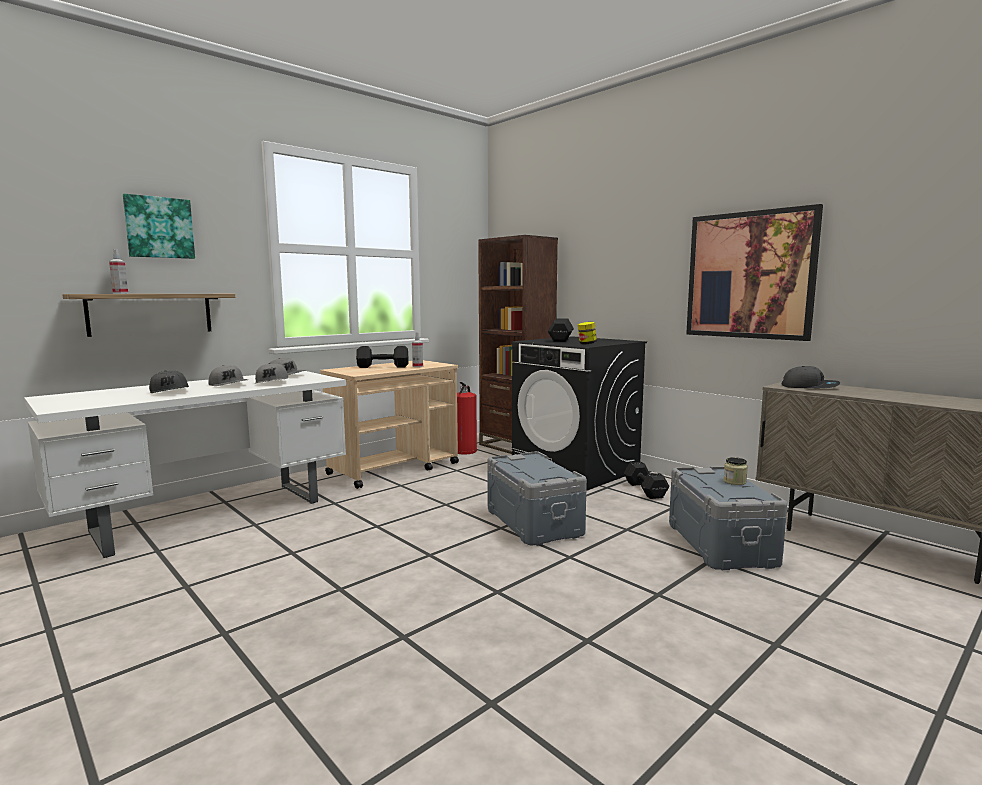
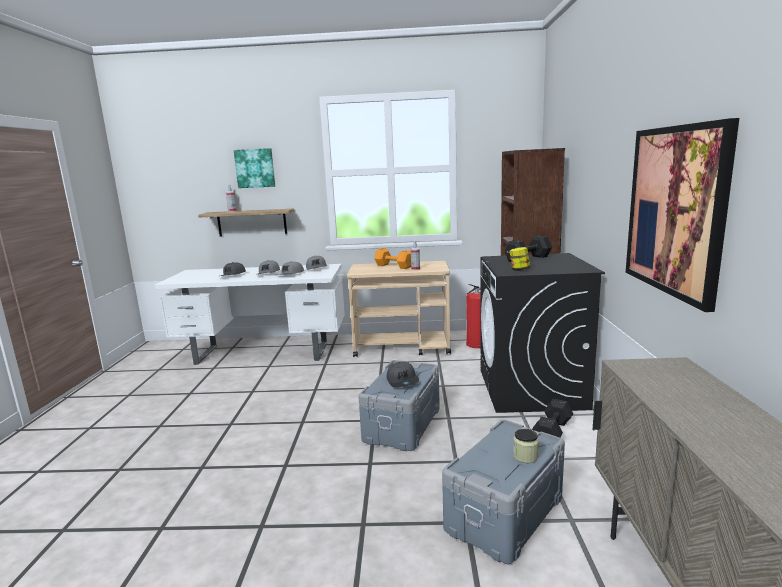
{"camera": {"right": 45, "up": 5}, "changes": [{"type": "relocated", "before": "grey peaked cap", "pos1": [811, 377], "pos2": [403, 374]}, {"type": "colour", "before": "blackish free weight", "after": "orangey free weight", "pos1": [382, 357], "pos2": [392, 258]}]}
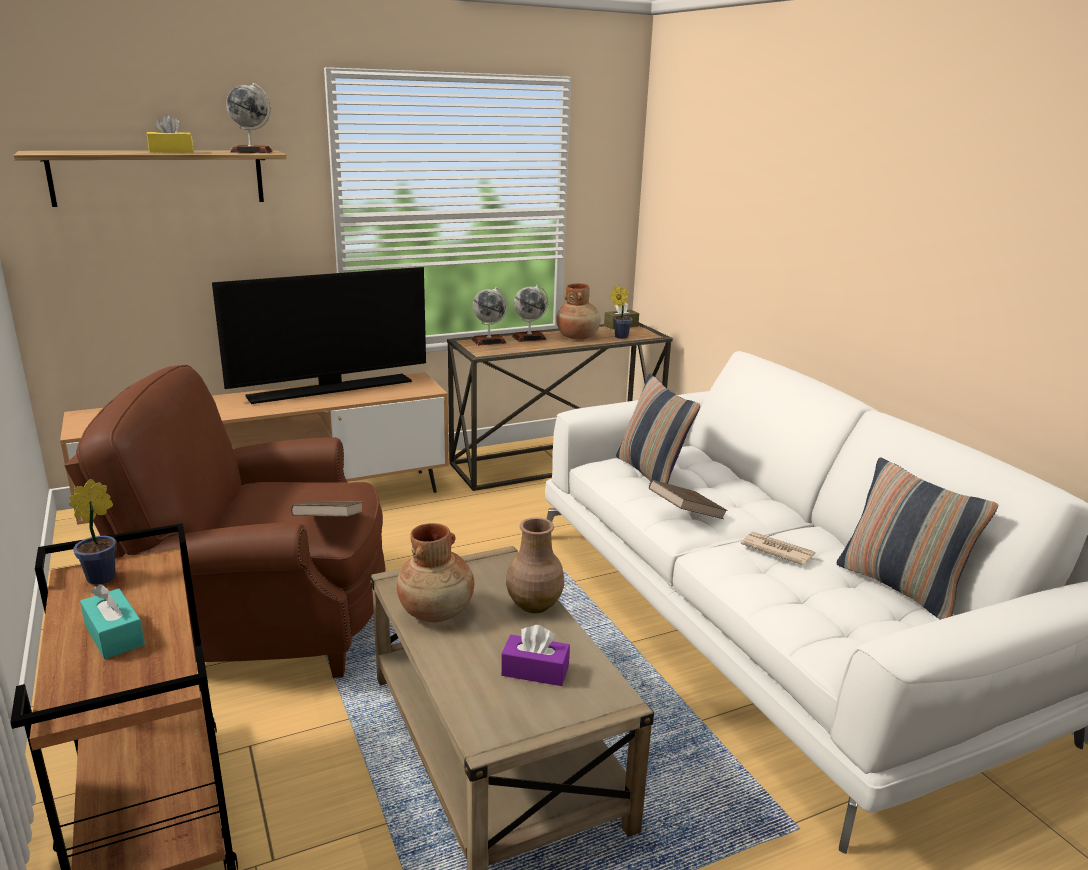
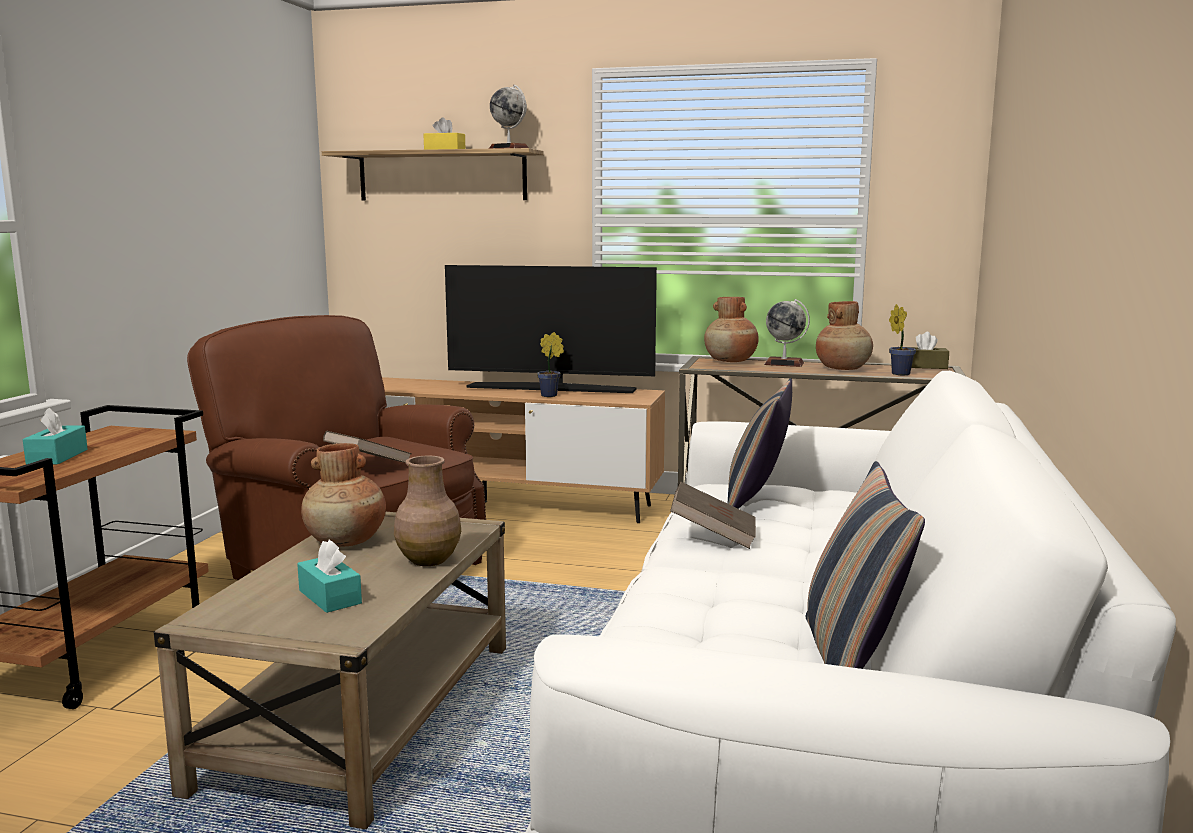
{"camera": {"right": 40, "up": -10}, "changes": [{"type": "missing", "before": "newspaper", "pos1": [778, 548]}, {"type": "relocated", "before": "potted plant", "pos1": [93, 532], "pos2": [550, 364]}, {"type": "exchanged", "before": "world globe", "after": "brown flower vase", "pos1": [490, 316], "pos2": [731, 329]}, {"type": "colour", "before": "purple-coloured box of tissues", "after": "turquoise-coloured box of tissues", "pos1": [535, 655], "pos2": [329, 576]}]}
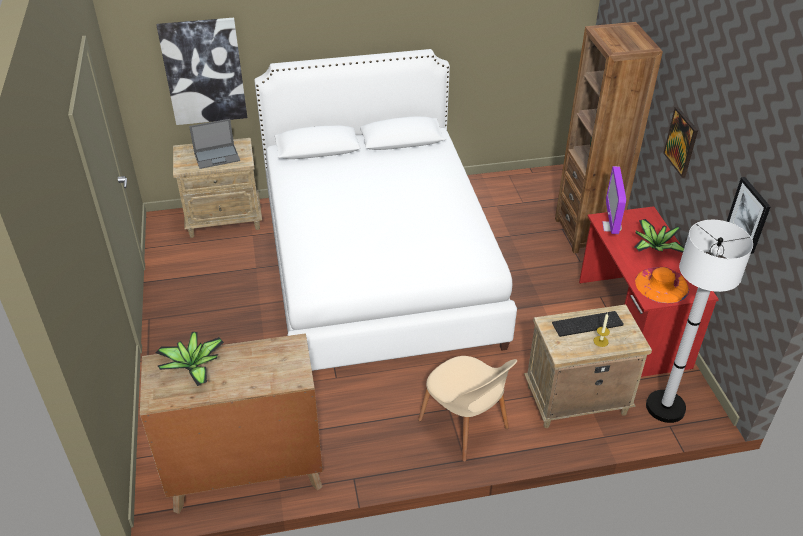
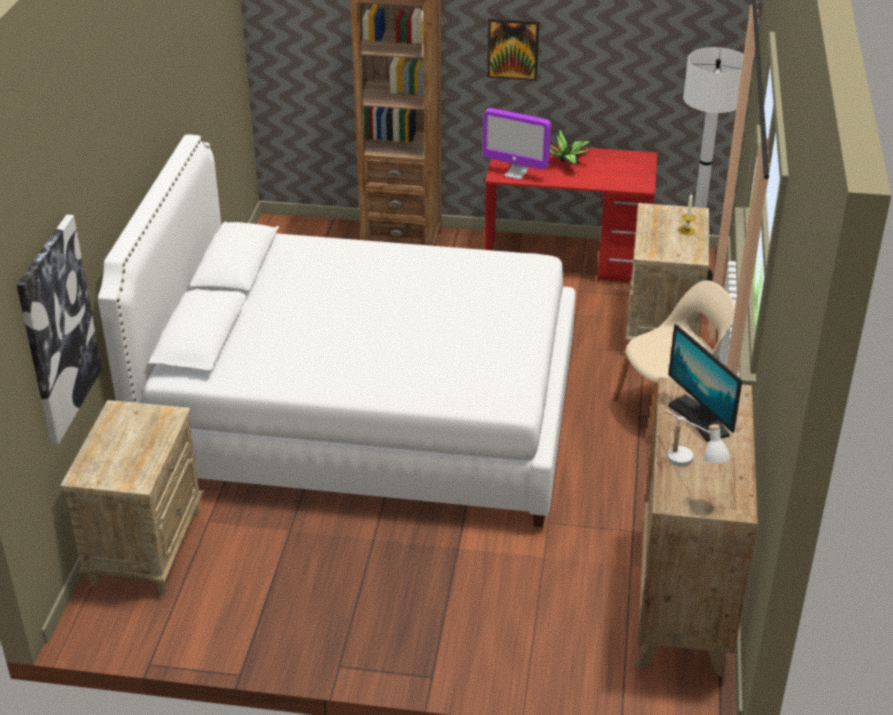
{"camera": {"right": -70, "up": -5}, "changes": [{"type": "missing", "before": "portable computer", "pos1": [214, 144]}, {"type": "missing", "before": "PC keyboard", "pos1": [588, 324]}, {"type": "missing", "before": "orangey wearable hat", "pos1": [662, 285]}, {"type": "missing", "before": "wall picture", "pos1": [749, 215]}, {"type": "appeared", "after": "computer screen", "pos2": [705, 383]}, {"type": "exchanged", "before": "potted plant", "after": "white-coloured lamp for a table", "pos1": [189, 359], "pos2": [697, 438]}]}
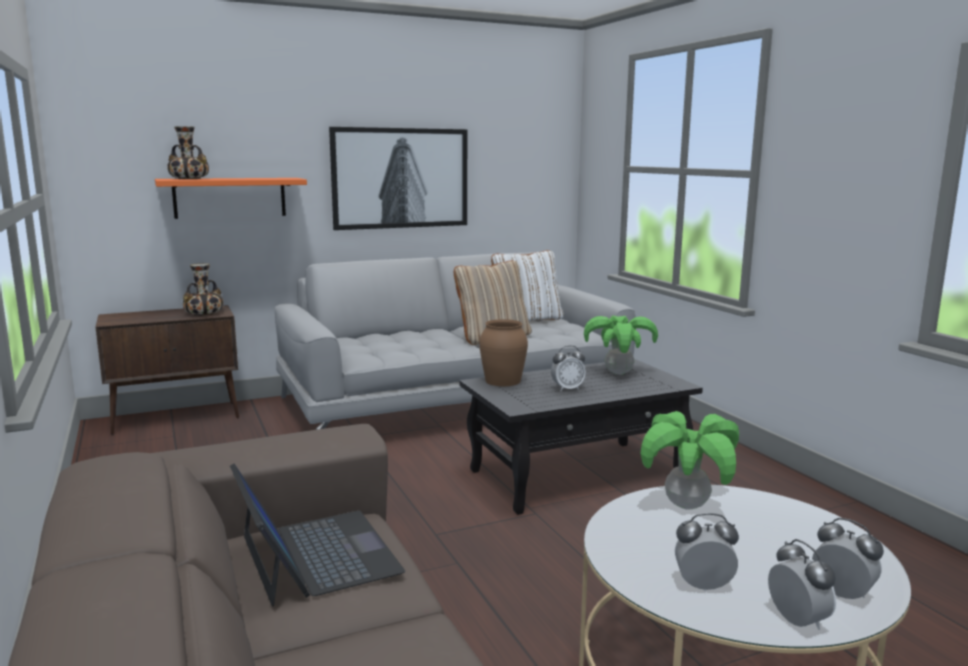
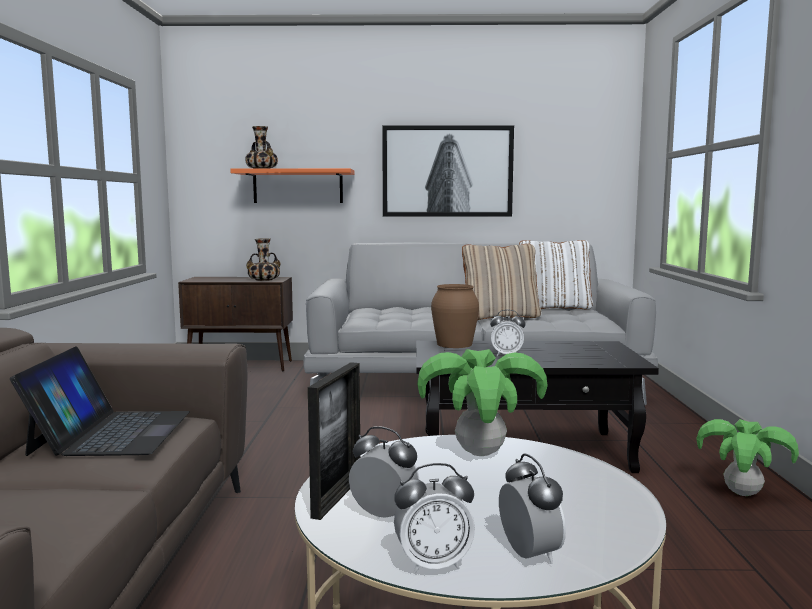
{"camera": {"right": 25, "up": -5}, "changes": [{"type": "appeared", "after": "standing frame", "pos2": [334, 441]}, {"type": "relocated", "before": "potted plant", "pos1": [621, 345], "pos2": [748, 457]}, {"type": "spun", "before": "alarm clock", "pos1": [802, 584], "pos2": [434, 518], "turn": 75}]}
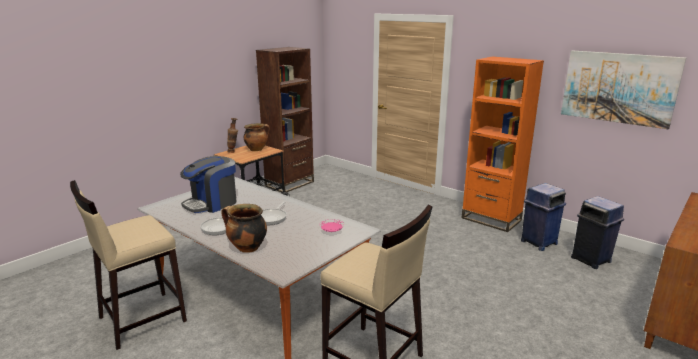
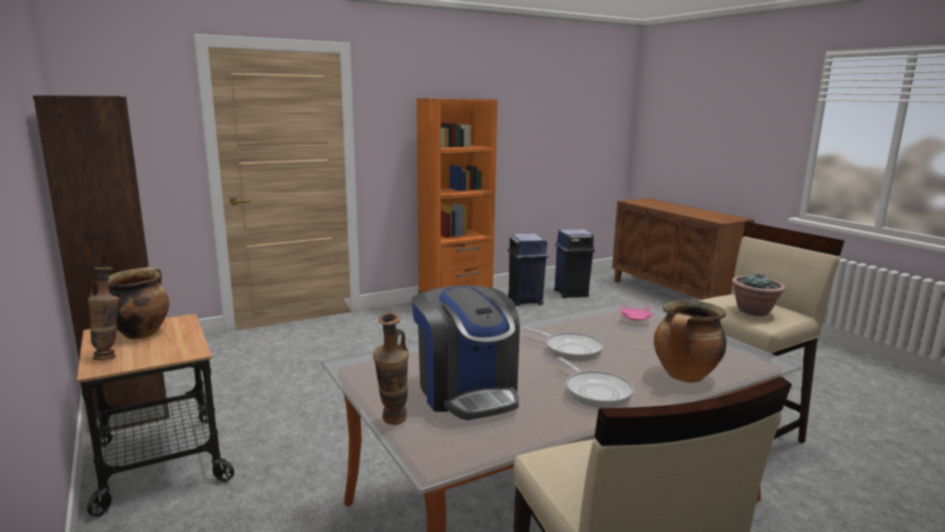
{"camera": {"right": -70, "up": -5}, "changes": [{"type": "missing", "before": "wall picture", "pos1": [623, 89]}, {"type": "appeared", "after": "flower vase", "pos2": [391, 369]}, {"type": "appeared", "after": "potted plant", "pos2": [758, 294]}]}
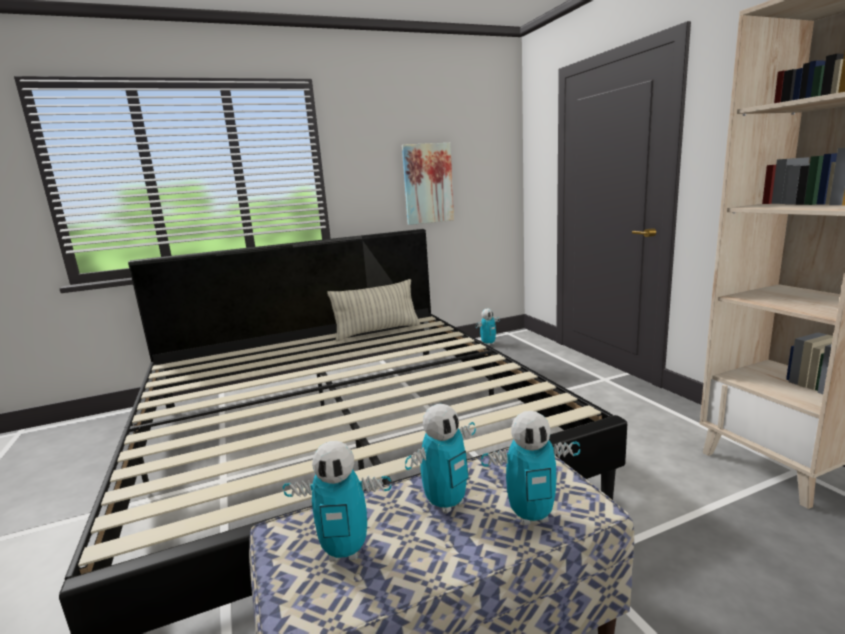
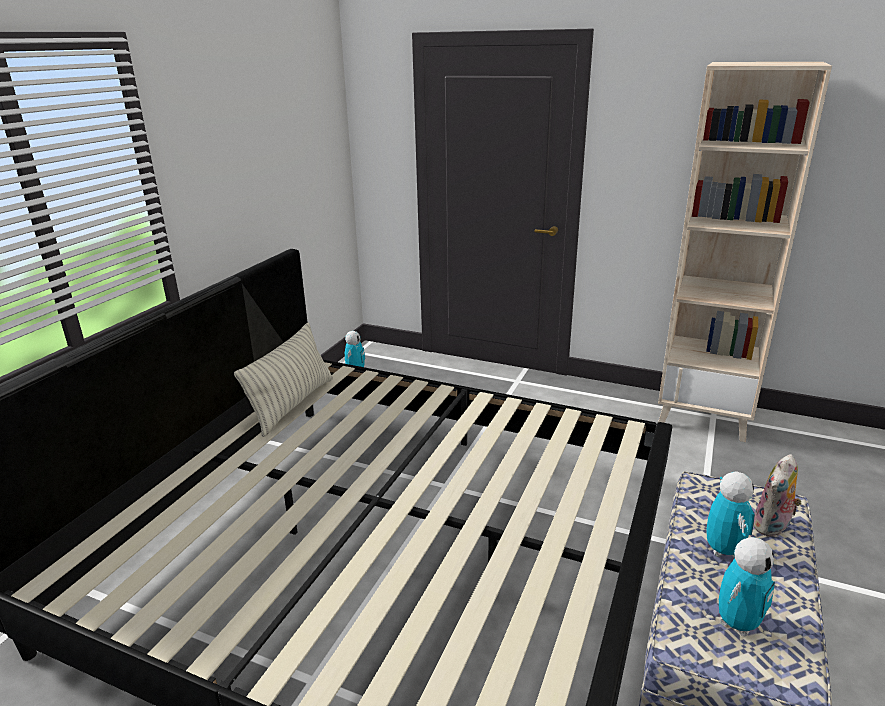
{"camera": {"right": -45, "up": 10}, "changes": [{"type": "missing", "before": "wall picture", "pos1": [428, 184]}, {"type": "exchanged", "before": "model robot", "after": "plush toy", "pos1": [530, 468], "pos2": [777, 495]}]}
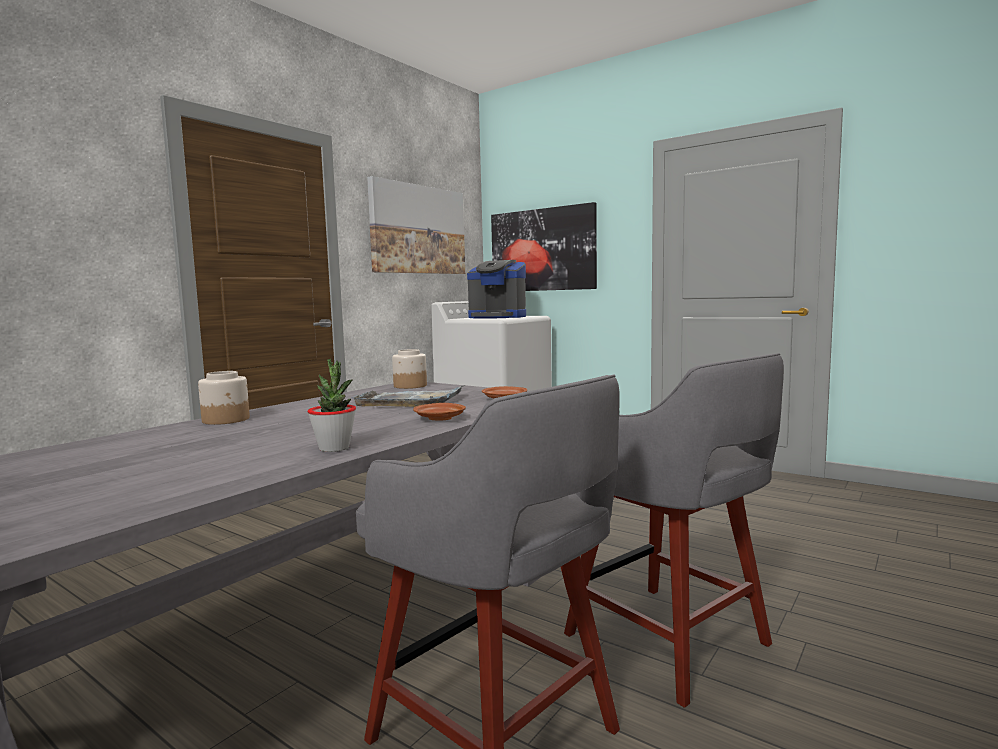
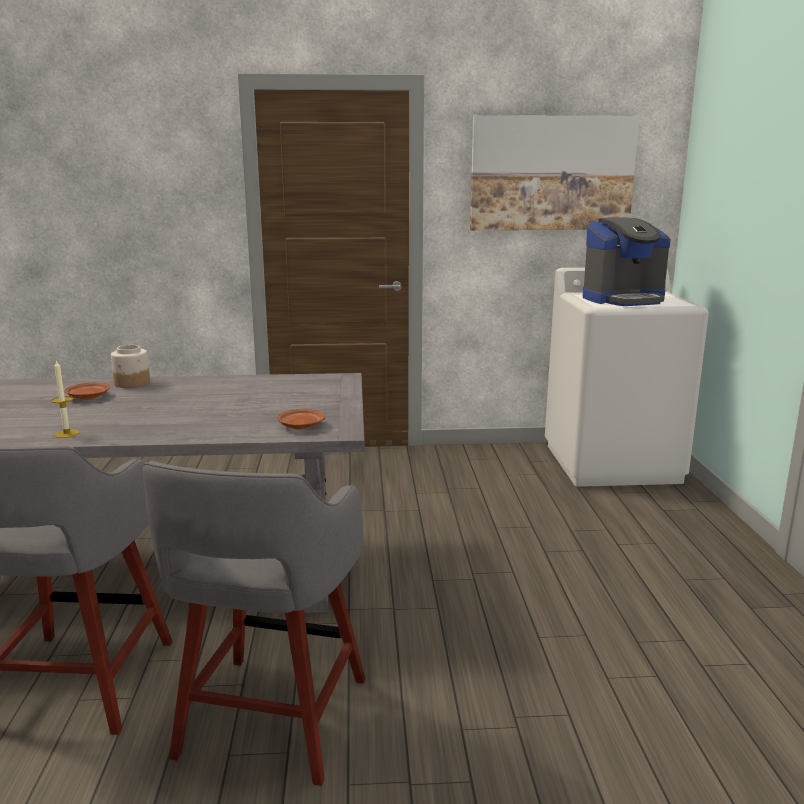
{"camera": {"right": 50, "up": 10}, "changes": [{"type": "missing", "before": "grey serving tray", "pos1": [408, 396]}, {"type": "missing", "before": "storage jar", "pos1": [409, 369]}, {"type": "missing", "before": "wall picture", "pos1": [544, 246]}, {"type": "relocated", "before": "brown dinner plate", "pos1": [439, 412], "pos2": [87, 391]}, {"type": "exchanged", "before": "potted plant", "after": "wax candle", "pos1": [332, 405], "pos2": [65, 399]}, {"type": "spun", "before": "coffee brewer", "pos1": [496, 289], "pos2": [627, 261], "turn": -90}]}
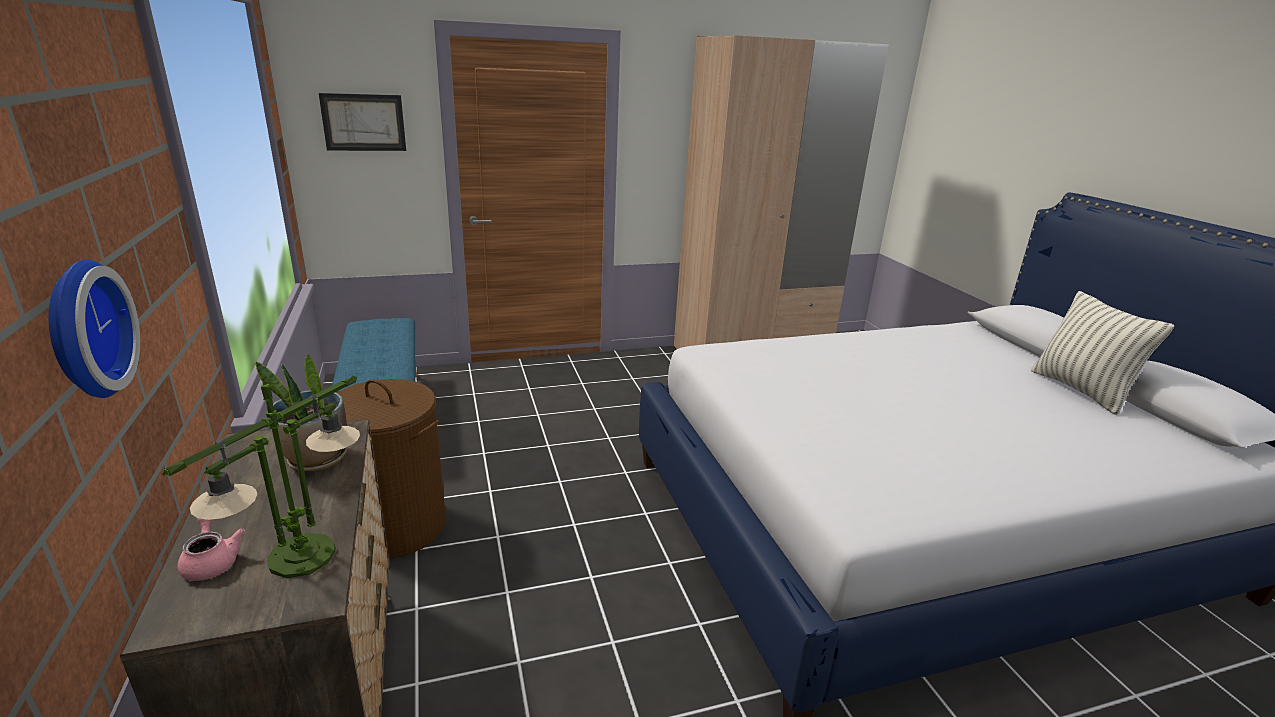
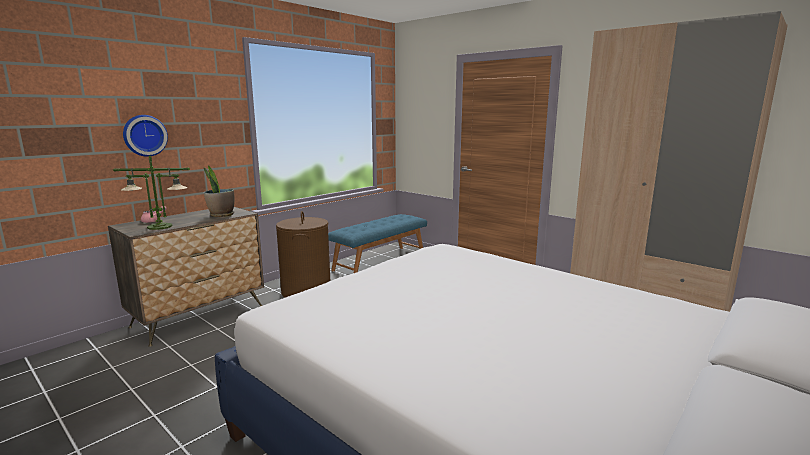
{"camera": {"right": 60, "up": -10}, "changes": [{"type": "missing", "before": "wall picture", "pos1": [362, 122]}, {"type": "missing", "before": "pillow", "pos1": [1102, 353]}]}
